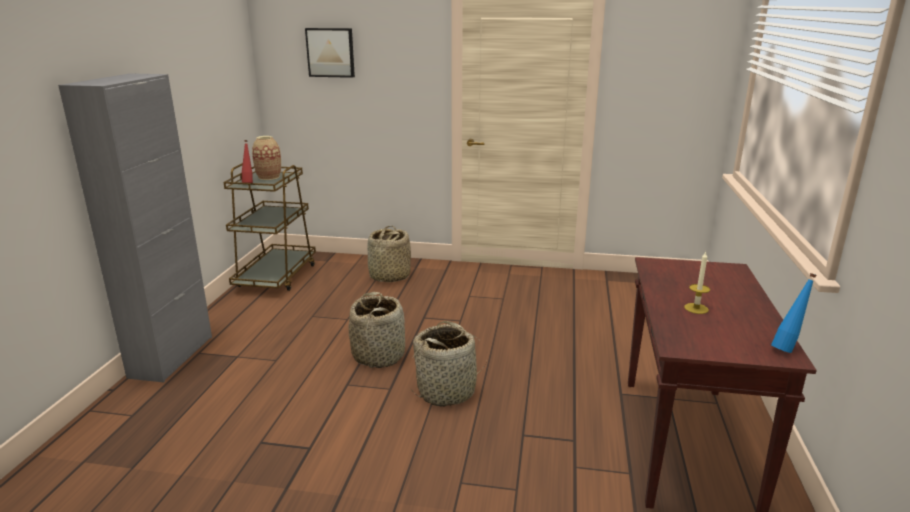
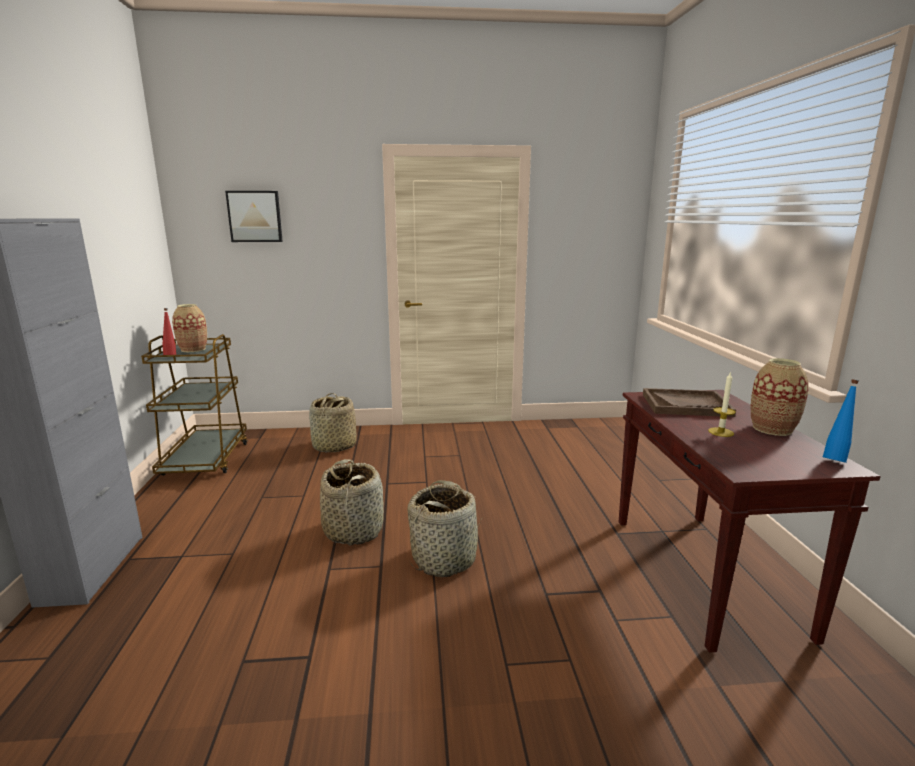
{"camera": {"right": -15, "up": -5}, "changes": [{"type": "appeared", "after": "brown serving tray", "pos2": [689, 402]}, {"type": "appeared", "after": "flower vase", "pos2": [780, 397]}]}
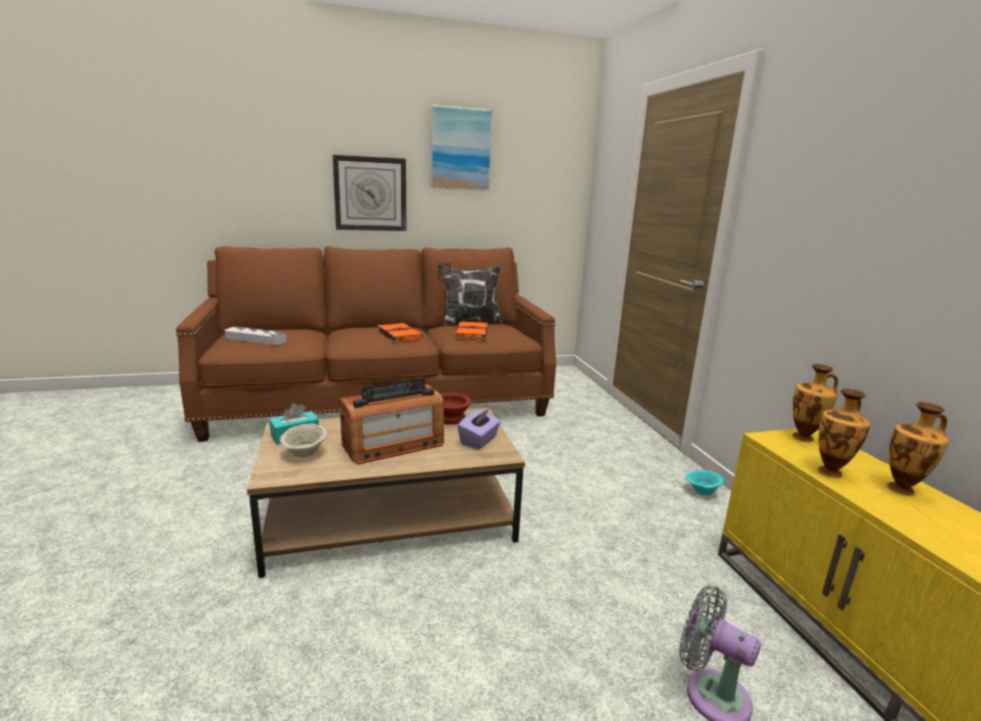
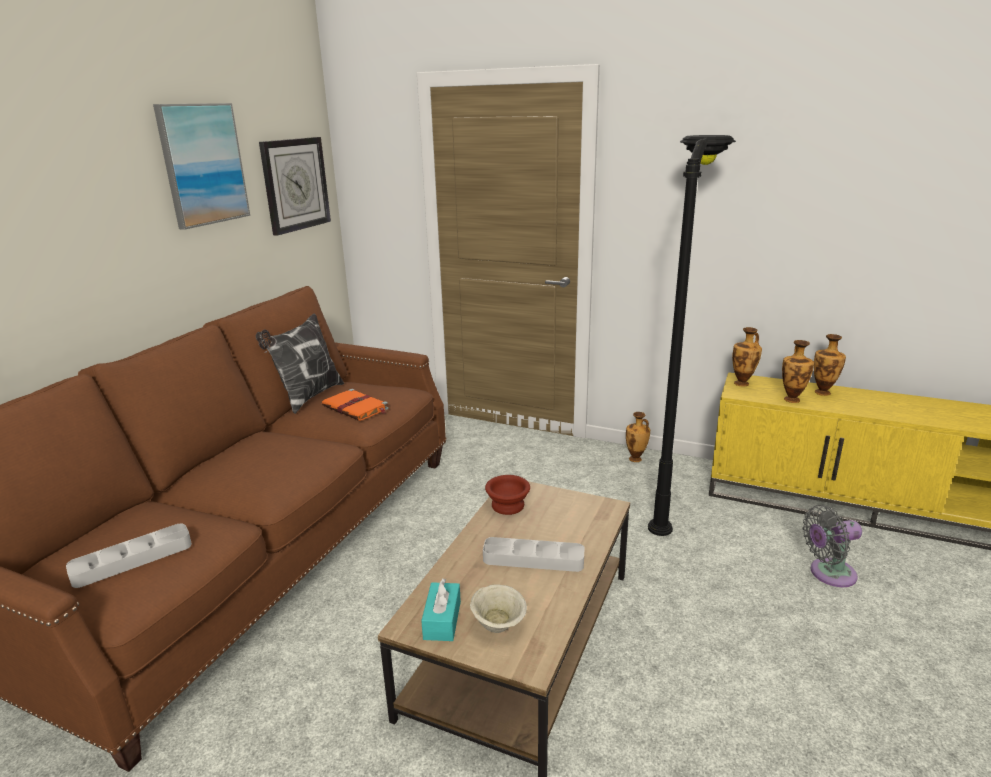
{"camera": {"right": -50, "up": 5}, "changes": [{"type": "missing", "before": "orangey volume", "pos1": [400, 332]}, {"type": "missing", "before": "purple-coloured box of tissues", "pos1": [479, 429]}, {"type": "appeared", "after": "blackish standing lamp", "pos2": [692, 335]}, {"type": "relocated", "before": "wall clock", "pos1": [369, 193], "pos2": [295, 186]}, {"type": "exchanged", "before": "radio", "after": "grey serving tray", "pos1": [391, 421], "pos2": [534, 554]}, {"type": "exchanged", "before": "turquoise-coloured serving bowl", "after": "flower vase", "pos1": [705, 482], "pos2": [638, 437]}]}
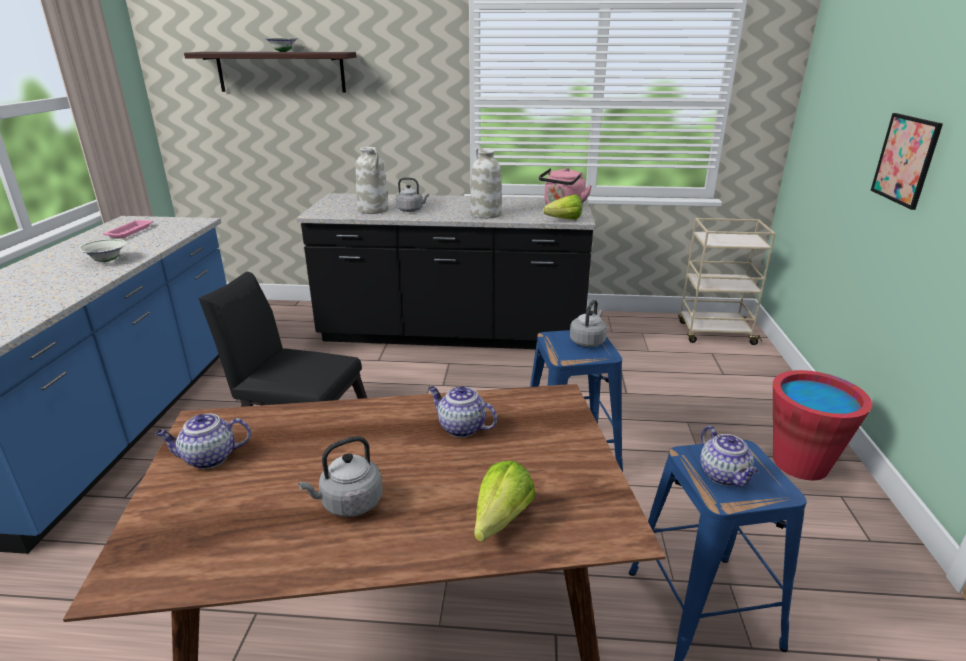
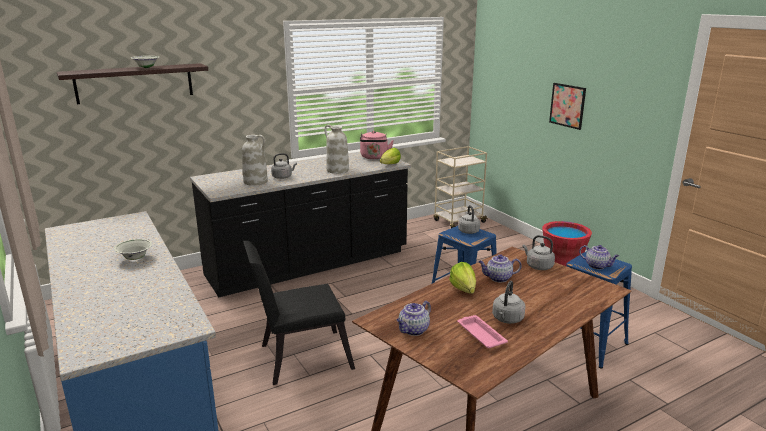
{"camera": {"right": -35, "up": -5}, "changes": [{"type": "appeared", "after": "grey kettle", "pos2": [538, 252]}, {"type": "relocated", "before": "pink serving tray", "pos1": [128, 229], "pos2": [482, 331]}, {"type": "relocated", "before": "head of lettuce", "pos1": [505, 501], "pos2": [462, 278]}]}
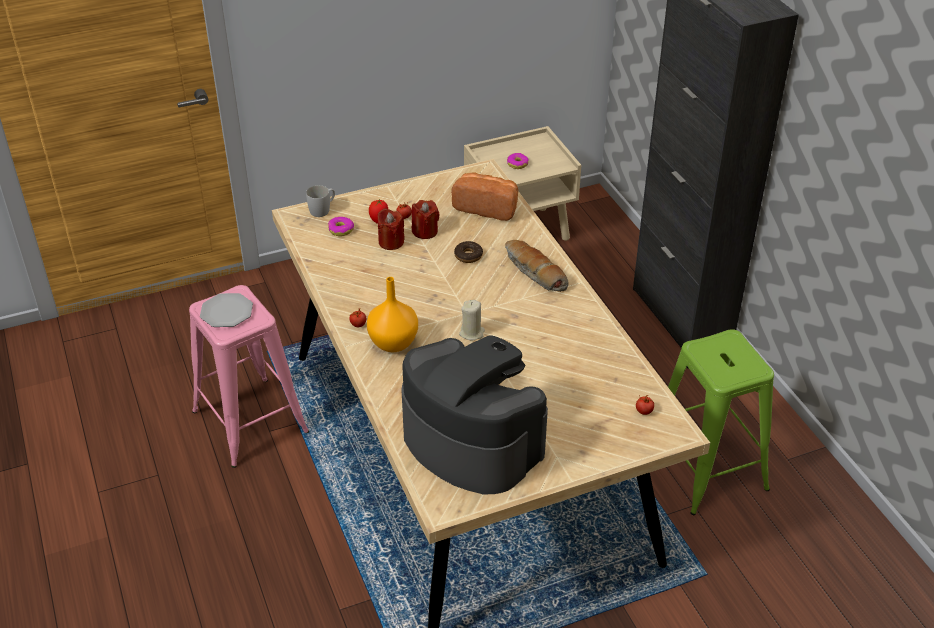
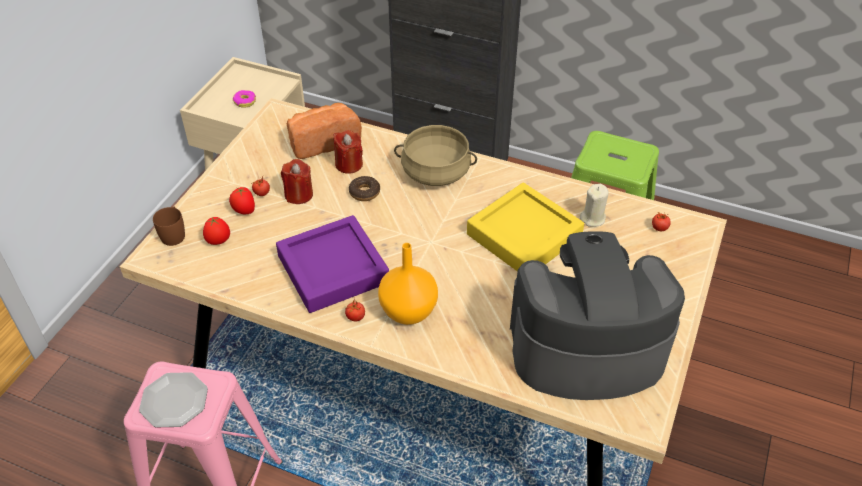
{"camera": {"right": -45, "up": 5}, "changes": [{"type": "appeared", "after": "purple-coloured serving tray", "pos2": [332, 264]}, {"type": "appeared", "after": "yellowish serving tray", "pos2": [525, 227]}, {"type": "relocated", "before": "red wax candle", "pos1": [391, 229], "pos2": [348, 152]}, {"type": "relocated", "before": "sand-coloured wax candle", "pos1": [472, 320], "pos2": [594, 205]}, {"type": "exchanged", "before": "ring doughnut", "after": "tomato", "pos1": [341, 226], "pos2": [216, 231]}, {"type": "exchanged", "before": "bread", "after": "sand-coloured saucepot", "pos1": [537, 266], "pos2": [435, 155]}, {"type": "colour", "before": "white-coloured mug", "after": "brown mug", "pos1": [320, 201], "pos2": [169, 226]}]}
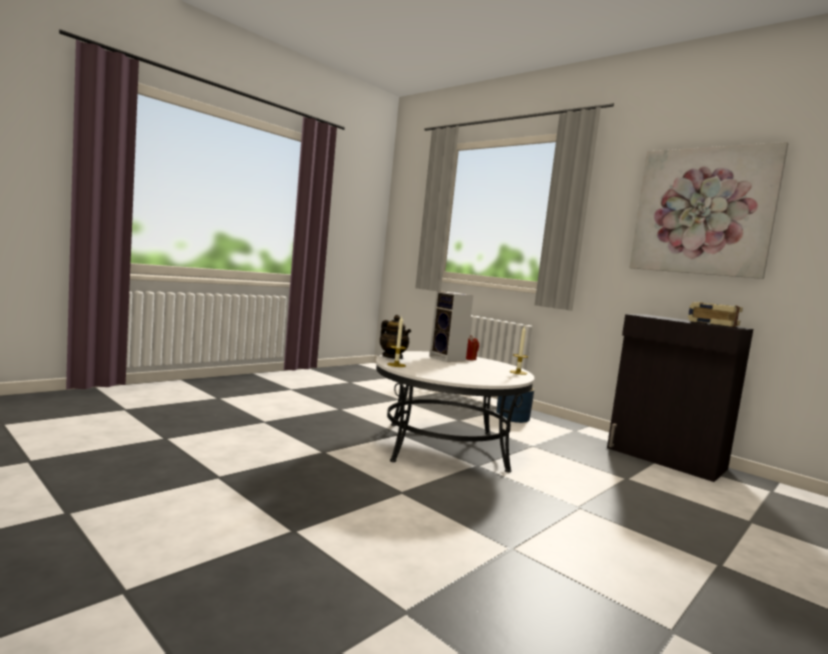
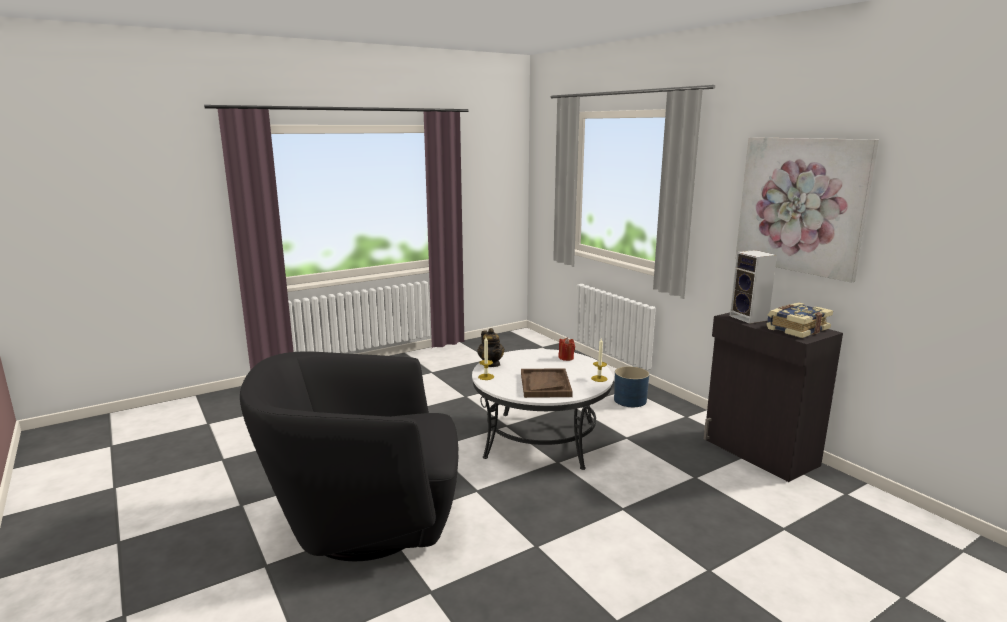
{"camera": {"right": 15, "up": 10}, "changes": [{"type": "appeared", "after": "blackish lounge chair", "pos2": [349, 456]}, {"type": "appeared", "after": "brown serving tray", "pos2": [547, 383]}, {"type": "relocated", "before": "speaker", "pos1": [451, 326], "pos2": [753, 287]}]}
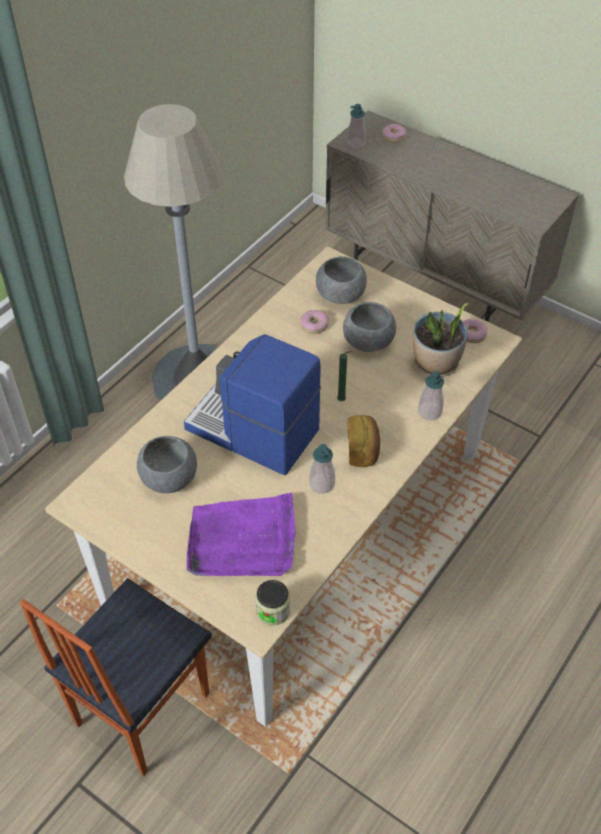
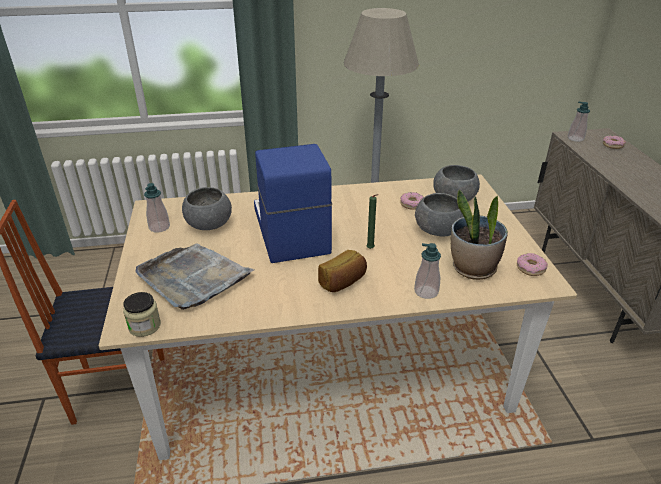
{"camera": {"right": 45, "up": -15}, "changes": [{"type": "relocated", "before": "liquid soap bottle", "pos1": [322, 469], "pos2": [157, 208]}, {"type": "colour", "before": "purple-coloured serving tray", "after": "grey serving tray", "pos1": [241, 534], "pos2": [194, 276]}]}
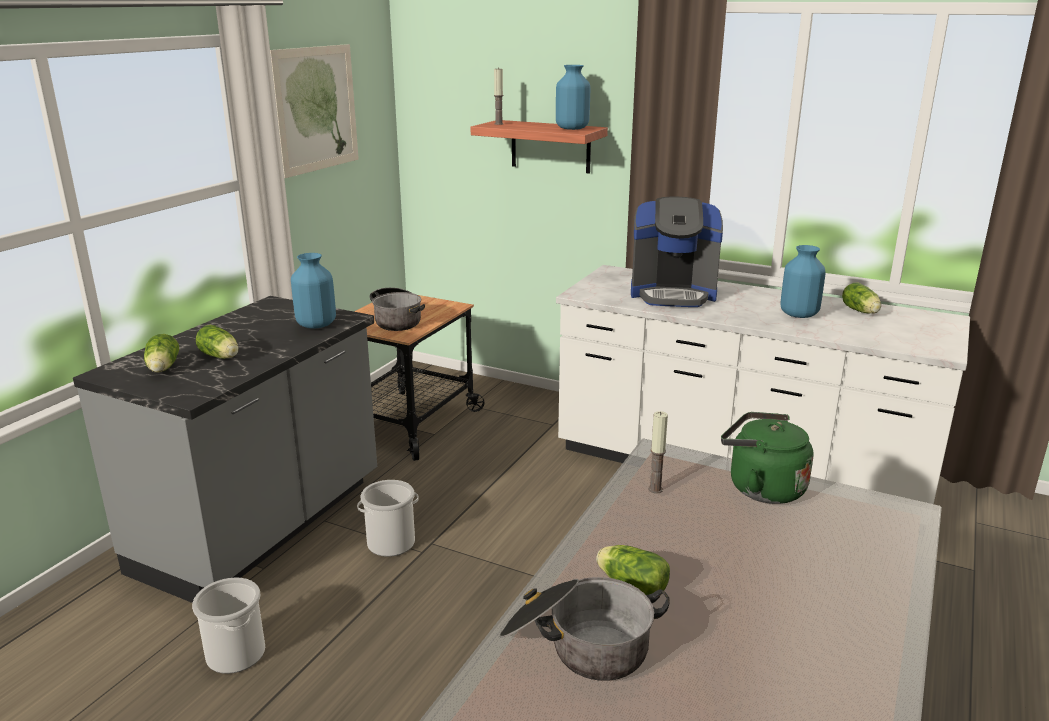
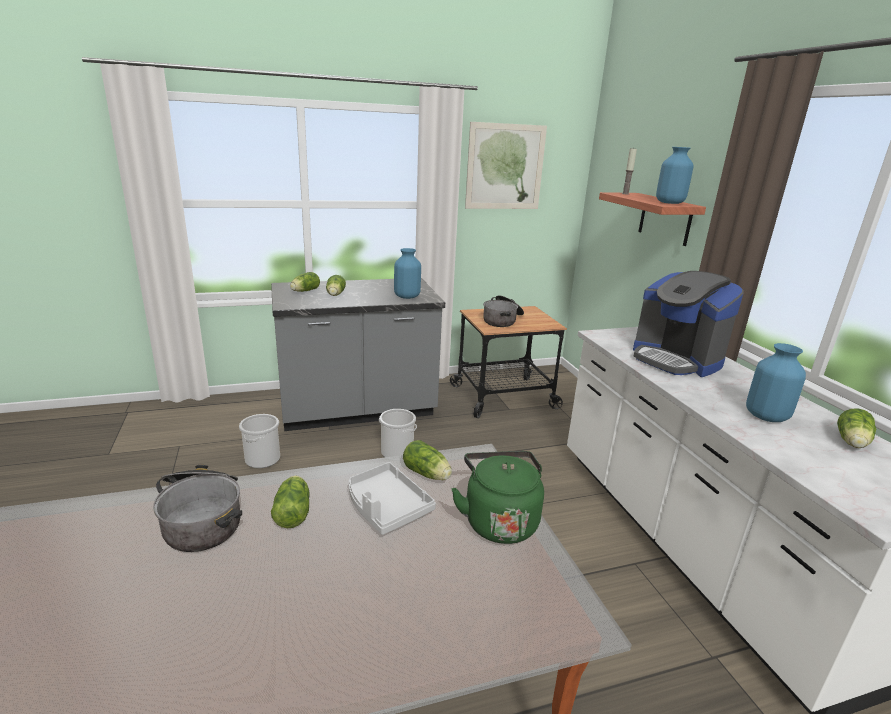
{"camera": {"right": 45, "up": 0}, "changes": [{"type": "appeared", "after": "grey serving tray", "pos2": [392, 498]}, {"type": "exchanged", "before": "wax candle", "after": "head of lettuce", "pos1": [658, 452], "pos2": [427, 460]}]}
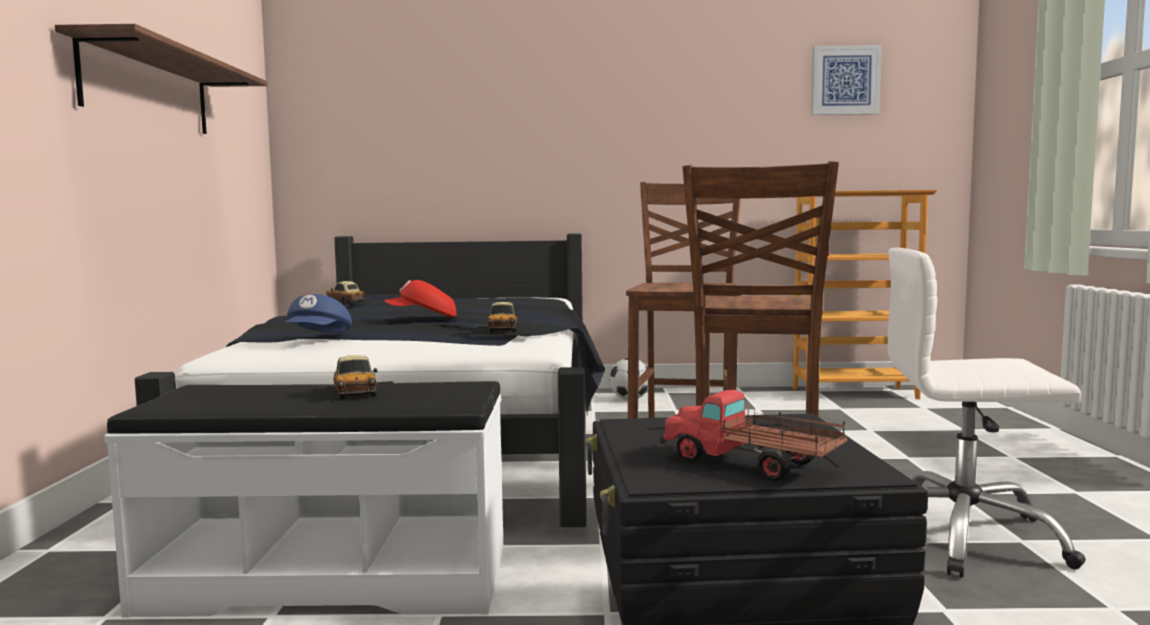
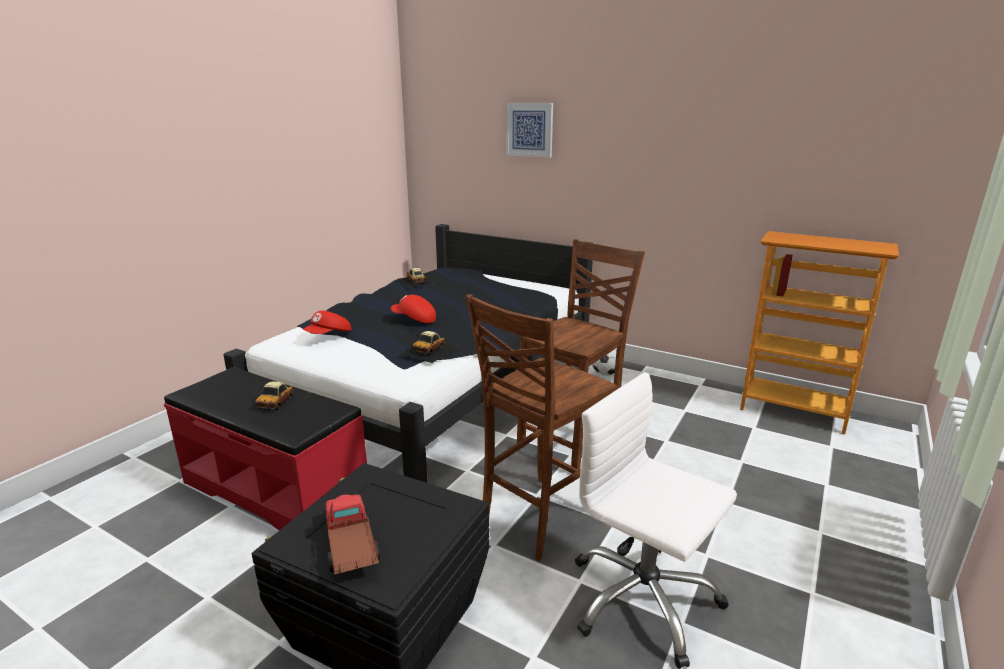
{"camera": {"right": 30, "up": 15}, "changes": [{"type": "missing", "before": "shelf", "pos1": [161, 79]}, {"type": "relocated", "before": "wall picture", "pos1": [846, 80], "pos2": [529, 130]}, {"type": "colour", "before": "white-coloured indoor bench", "after": "red indoor bench", "pos1": [303, 499], "pos2": [265, 448]}, {"type": "colour", "before": "blue-coloured peaked cap", "after": "red peaked cap", "pos1": [317, 313], "pos2": [327, 322]}]}
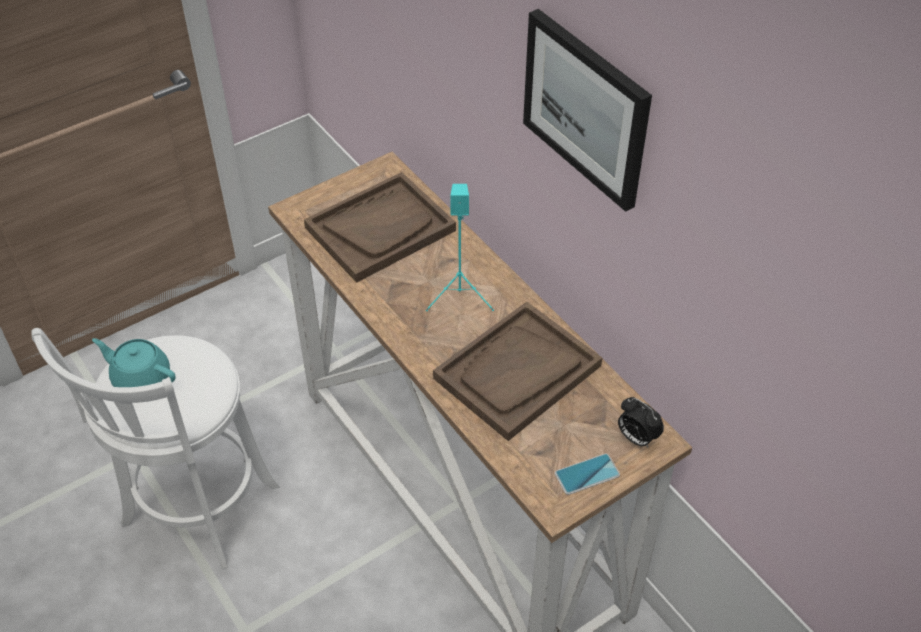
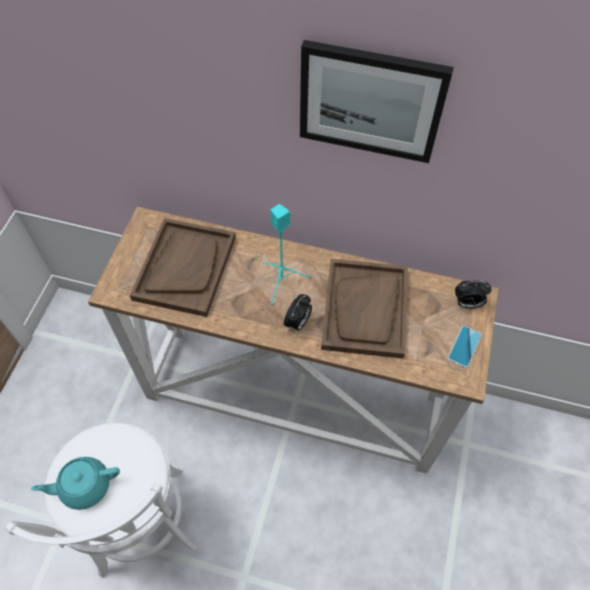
{"camera": {"right": -40, "up": 10}, "changes": [{"type": "appeared", "after": "alarm clock", "pos2": [298, 313]}]}
